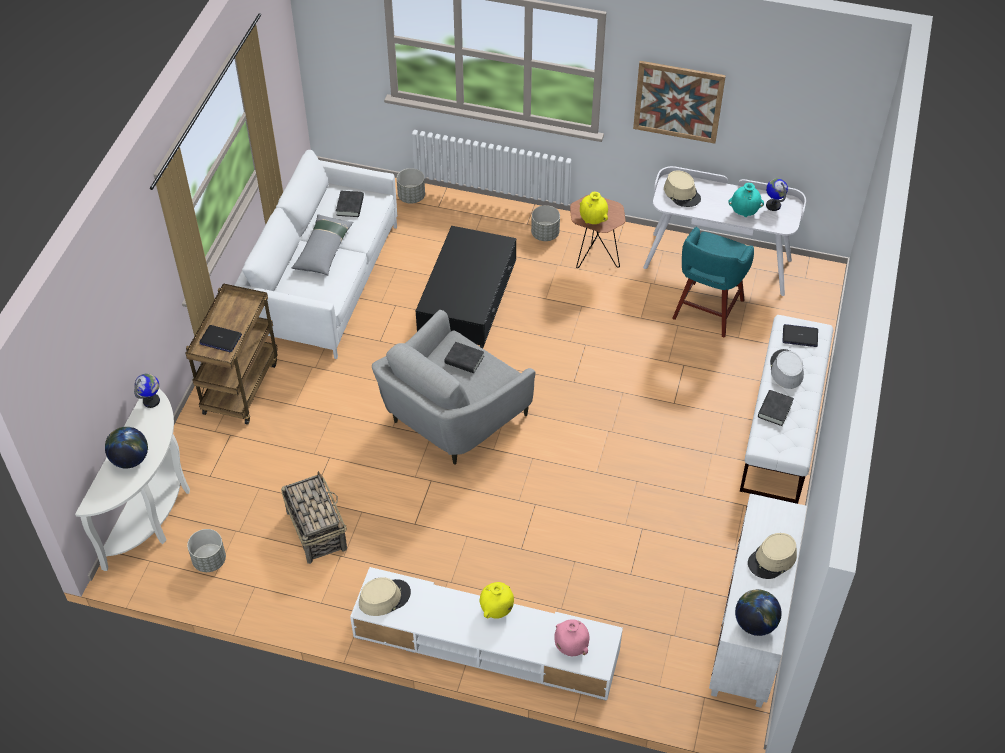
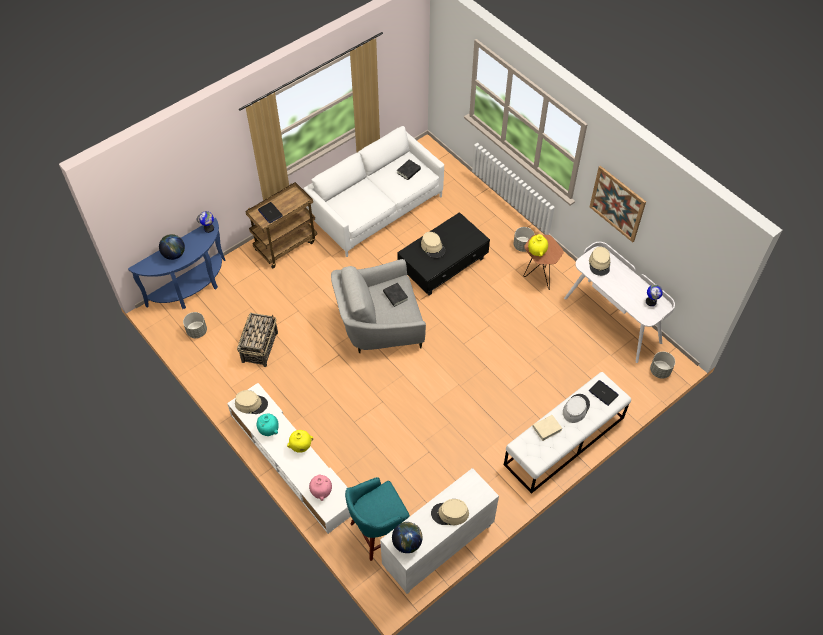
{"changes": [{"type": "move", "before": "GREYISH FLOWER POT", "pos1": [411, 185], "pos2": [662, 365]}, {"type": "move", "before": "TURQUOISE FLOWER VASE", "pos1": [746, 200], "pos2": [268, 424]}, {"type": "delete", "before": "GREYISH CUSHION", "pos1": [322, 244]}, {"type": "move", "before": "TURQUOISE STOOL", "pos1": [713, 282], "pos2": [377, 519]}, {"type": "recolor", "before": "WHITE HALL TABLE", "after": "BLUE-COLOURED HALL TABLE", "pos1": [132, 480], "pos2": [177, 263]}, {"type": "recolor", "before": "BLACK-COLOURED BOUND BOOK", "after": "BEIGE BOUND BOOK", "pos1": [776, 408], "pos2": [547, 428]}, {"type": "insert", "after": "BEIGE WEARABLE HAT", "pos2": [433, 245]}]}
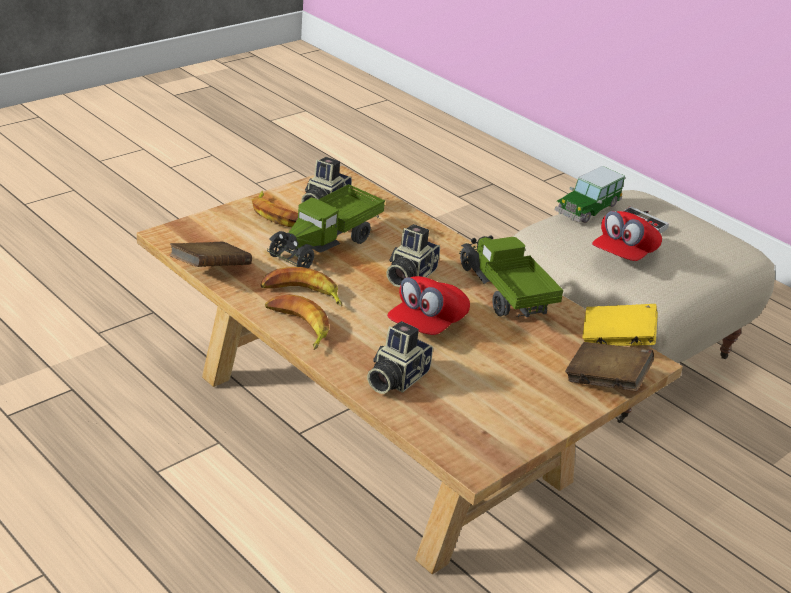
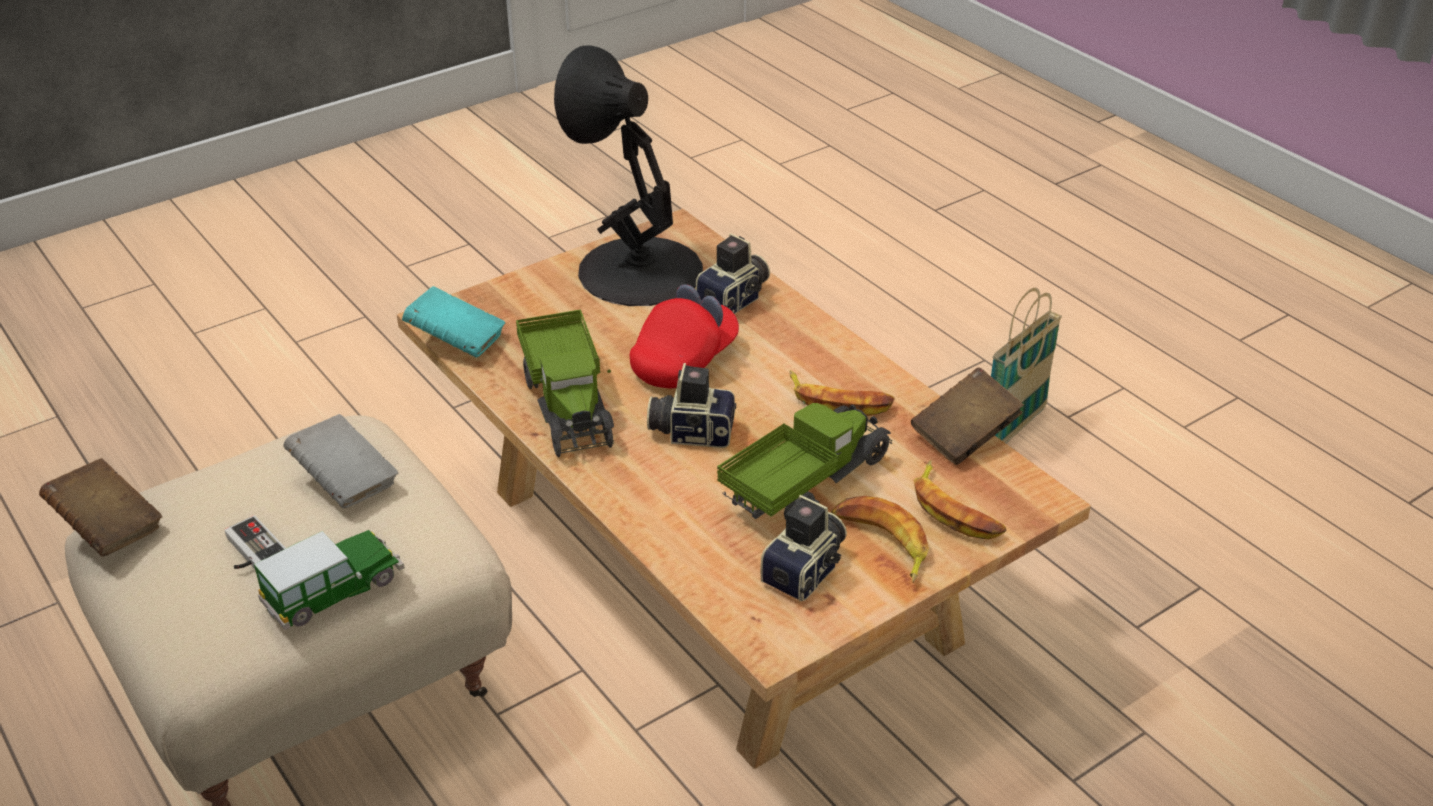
{"changes": [{"type": "replace", "before": "RED PEAKED CAP", "after": "GREYISH BOUND BOOK", "pos1": [627, 236], "pos2": [340, 461]}, {"type": "rotate", "before": "PHOTO CAMERA", "pos1": [413, 255], "pos2": [691, 405], "turn": -120}, {"type": "move", "before": "BANANA", "pos1": [297, 322], "pos2": [960, 500]}, {"type": "recolor", "before": "YELLOW-COLOURED BOUND BOOK", "after": "TURQUOISE BOUND BOOK", "pos1": [620, 325], "pos2": [453, 322]}, {"type": "move", "before": "BROWN BOUND BOOK", "pos1": [609, 366], "pos2": [100, 507]}, {"type": "insert", "after": "BLACK-COLOURED TABLE LAMP", "pos2": [628, 175]}, {"type": "insert", "after": "HOUSEHOLD BASKET", "pos2": [1026, 365]}]}
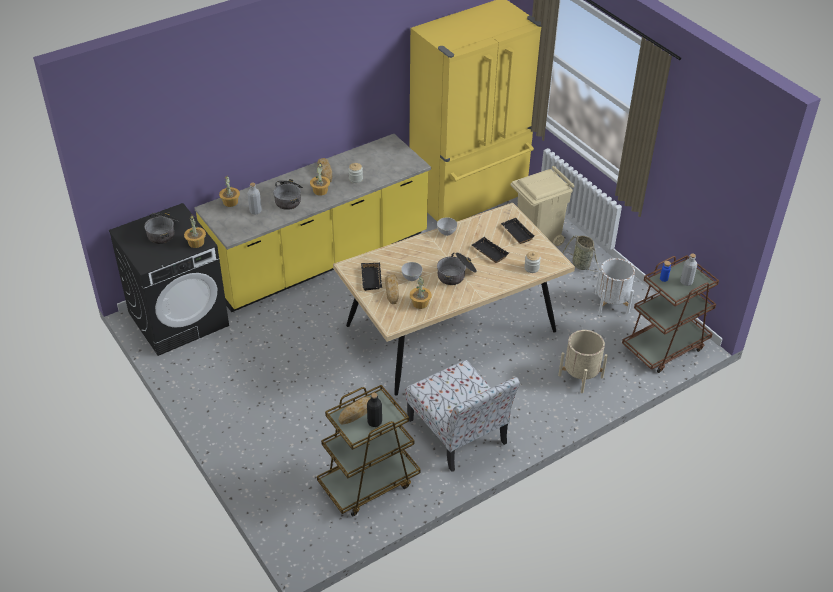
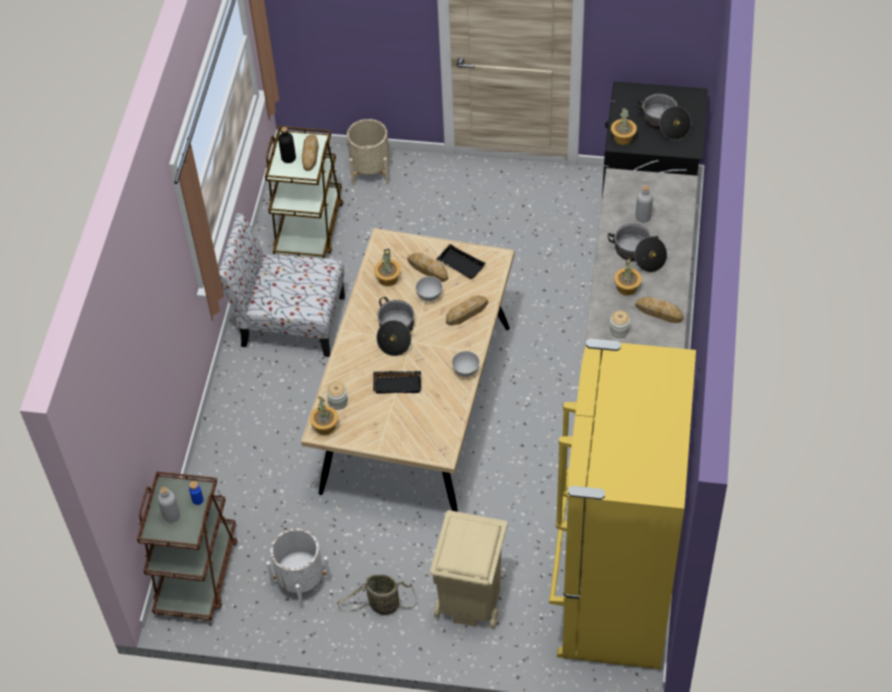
{"changes": [{"type": "move", "before": "HOUSEPLANT", "pos1": [229, 191], "pos2": [324, 416]}, {"type": "delete", "before": "BLACK-COLOURED CARRYING TRAY", "pos1": [518, 231]}, {"type": "move", "before": "BEIGE FLOWER POT", "pos1": [583, 361], "pos2": [368, 152]}, {"type": "insert", "after": "BAKERY BREAD", "pos2": [467, 310]}]}
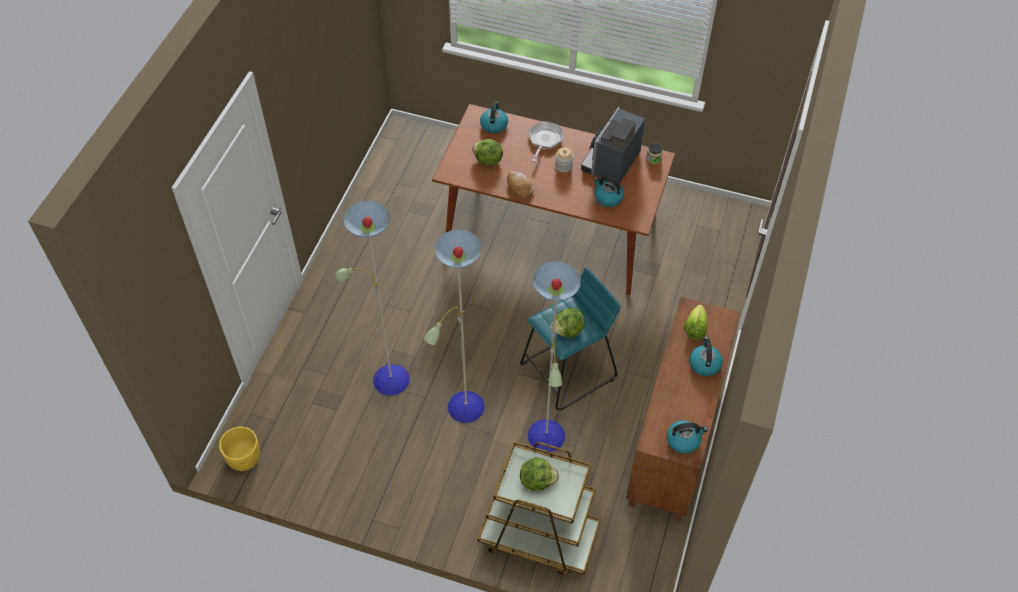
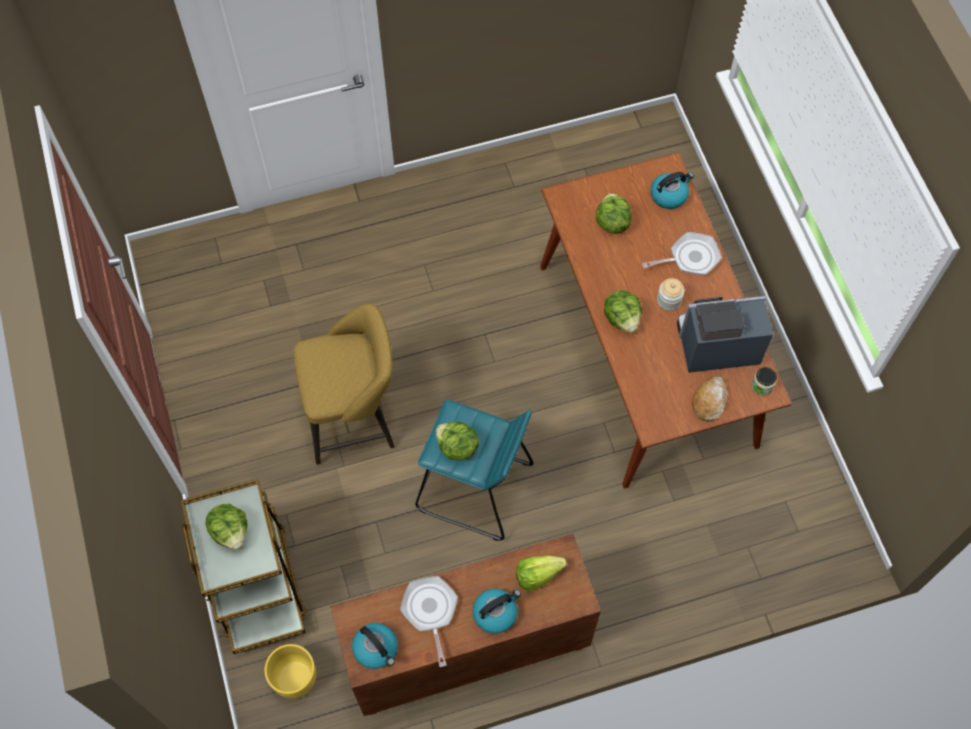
{"changes": [{"type": "move", "before": "BAKERY BREAD", "pos1": [520, 184], "pos2": [709, 399]}, {"type": "delete", "before": "KETTLE", "pos1": [608, 192]}, {"type": "replace", "before": "STANDING LAMP", "after": "YELLOW-COLOURED STOOL", "pos1": [458, 326], "pos2": [344, 384]}, {"type": "move", "before": "YELLOW-COLOURED FLOWER POT", "pos1": [239, 449], "pos2": [290, 671]}, {"type": "insert", "after": "LETTUCE HEAD", "pos2": [623, 311]}, {"type": "insert", "after": "FRYING PAN", "pos2": [429, 621]}]}
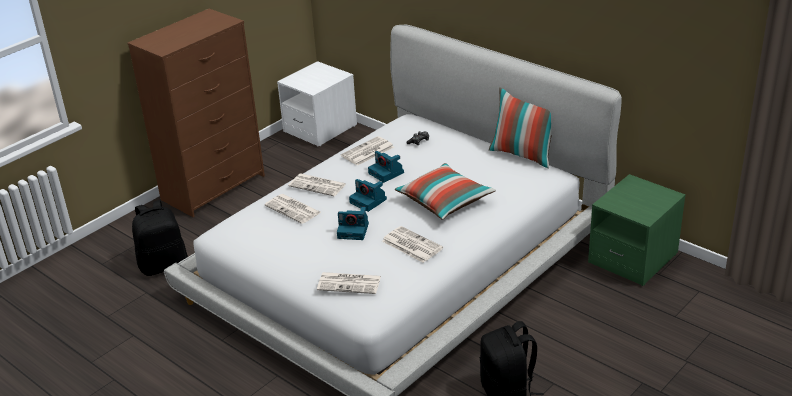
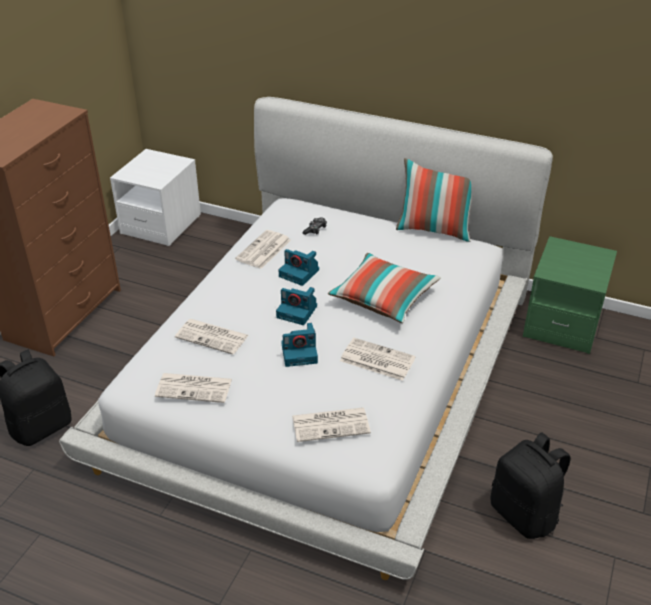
{"changes": [{"type": "move", "before": "DAILY PAPER", "pos1": [317, 184], "pos2": [193, 388]}]}
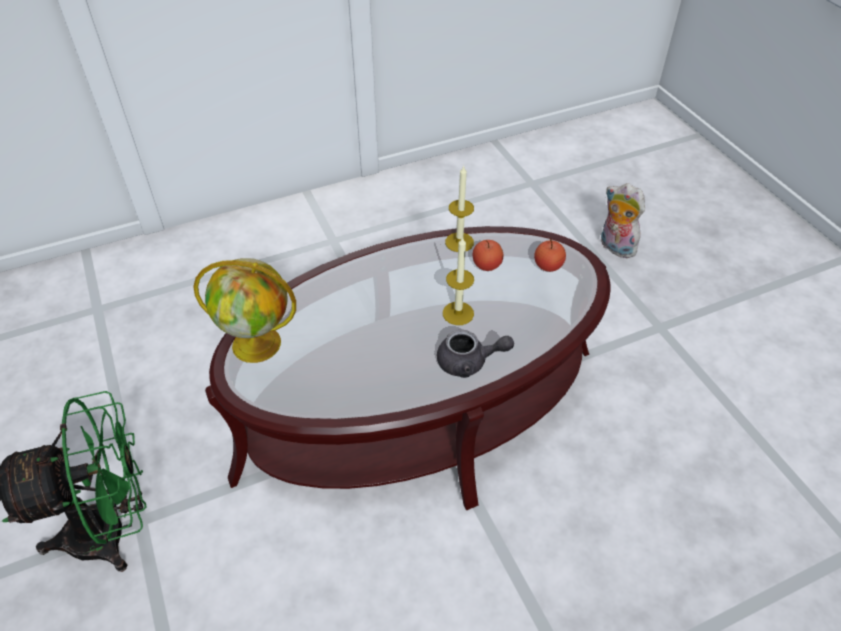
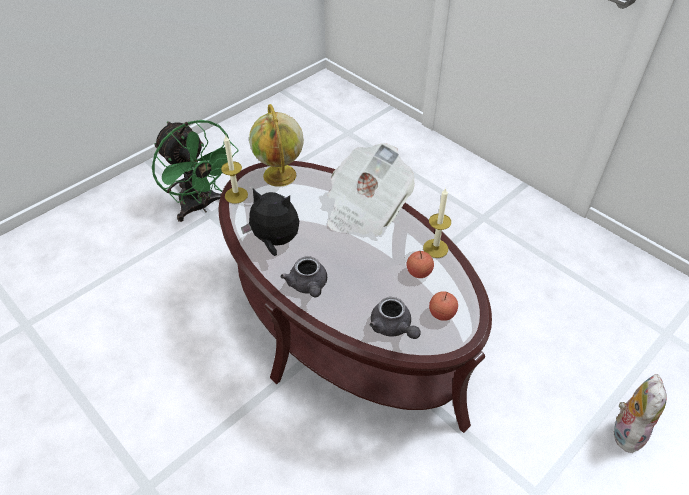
{"changes": [{"type": "move", "before": "WAX LIGHT", "pos1": [458, 280], "pos2": [234, 168]}, {"type": "insert", "after": "DAILY PAPER", "pos2": [371, 189]}, {"type": "insert", "after": "SOFT TOY", "pos2": [270, 222]}, {"type": "insert", "after": "GREYISH TEAPOT", "pos2": [395, 318]}]}
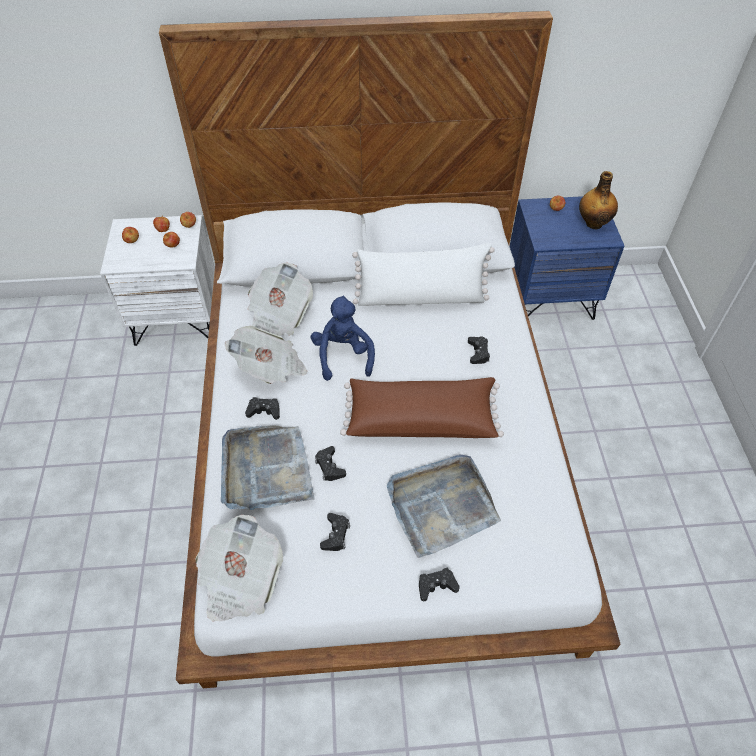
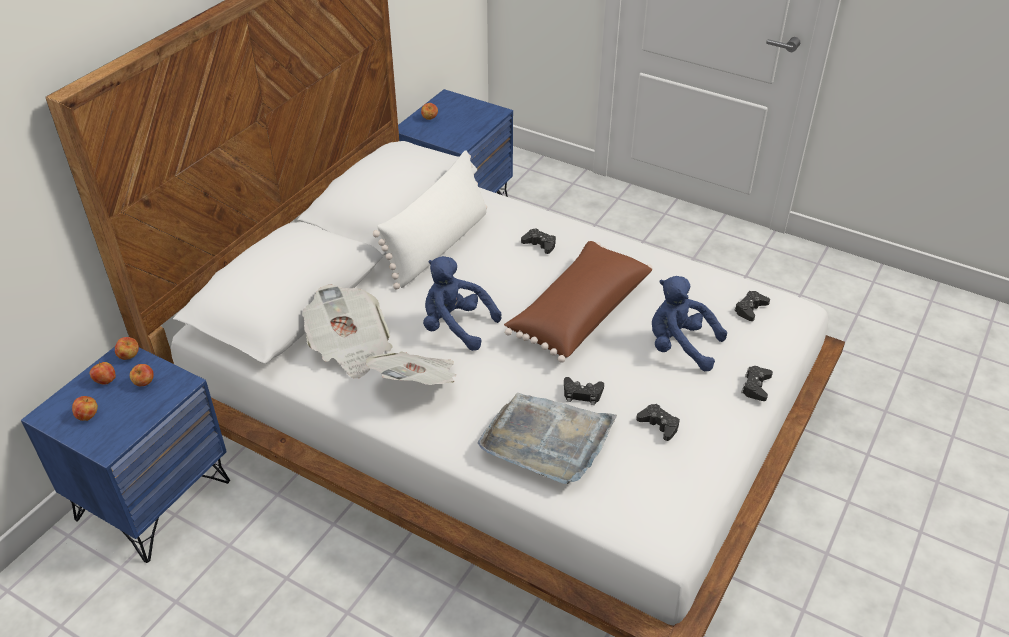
{"changes": [{"type": "delete", "before": "DRINK BOTTLE", "pos1": [598, 200]}, {"type": "recolor", "before": "WHITE BEDSIDE TABLE", "after": "BLUE-COLOURED BEDSIDE TABLE", "pos1": [157, 280], "pos2": [125, 455]}, {"type": "move", "before": "BLACK-COLOURED GAMEPAD", "pos1": [262, 408], "pos2": [752, 306]}, {"type": "replace", "before": "GREYISH CARRYING TRAY", "after": "BLUE-COLOURED SOFT TOY", "pos1": [444, 506], "pos2": [689, 323]}, {"type": "delete", "before": "DAILY PAPER", "pos1": [239, 568]}]}
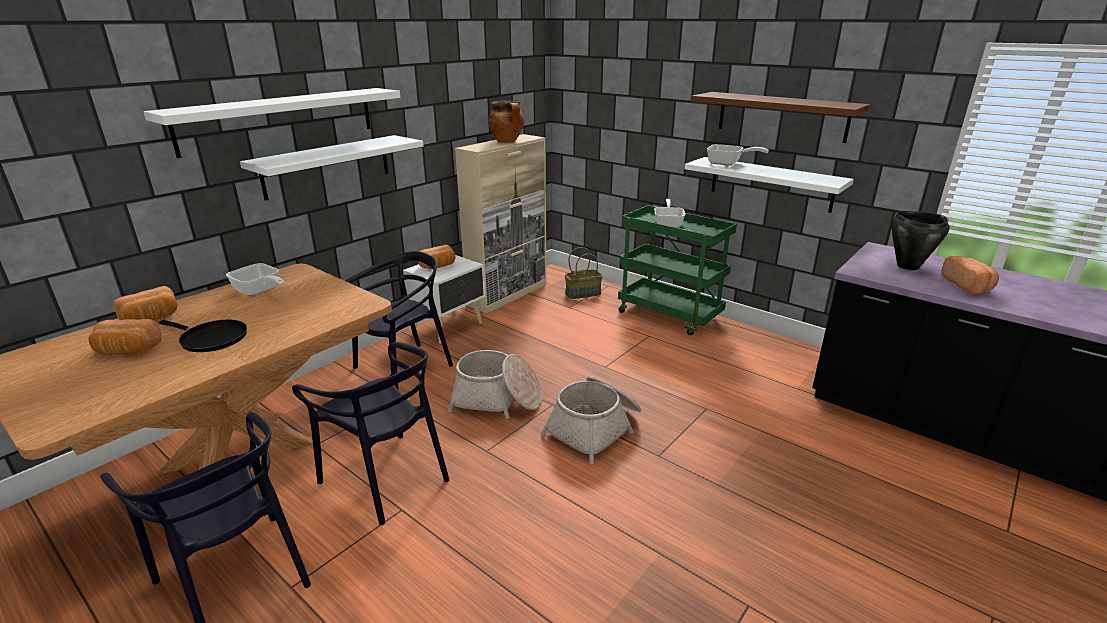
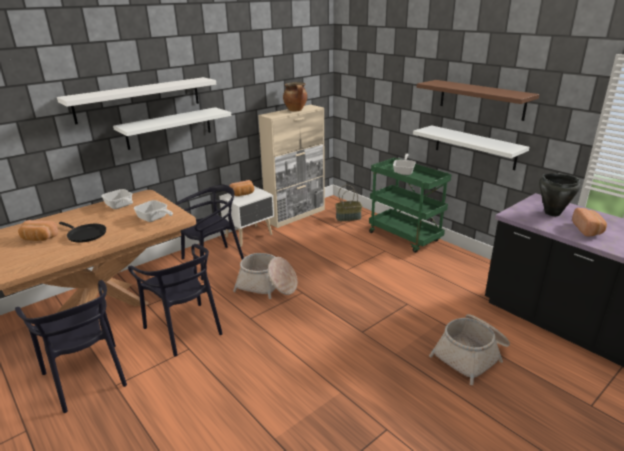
{"changes": [{"type": "move", "before": "FRYING PAN", "pos1": [738, 155], "pos2": [153, 211]}, {"type": "delete", "before": "BAKERY BREAD", "pos1": [145, 303]}, {"type": "move", "before": "HOUSEHOLD BASKET", "pos1": [591, 420], "pos2": [469, 349]}]}
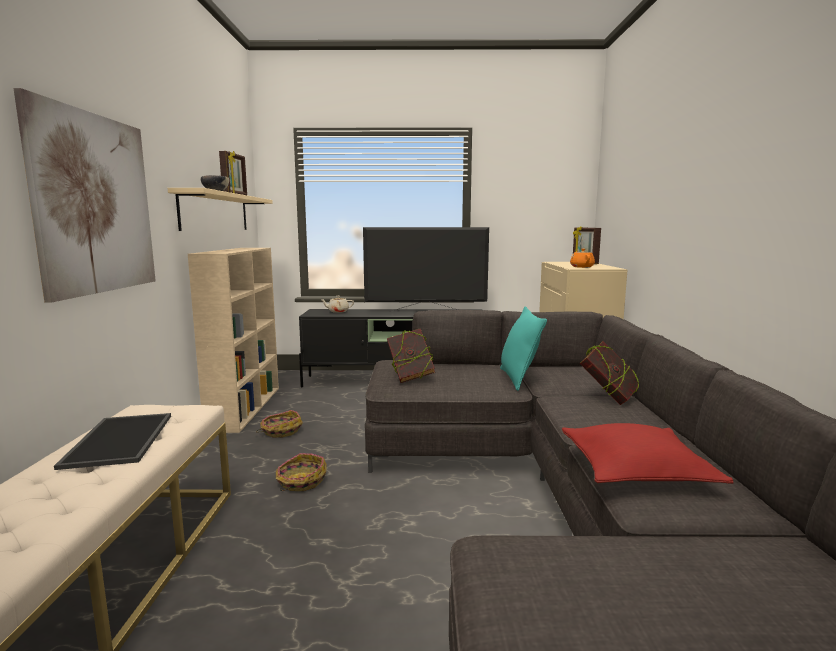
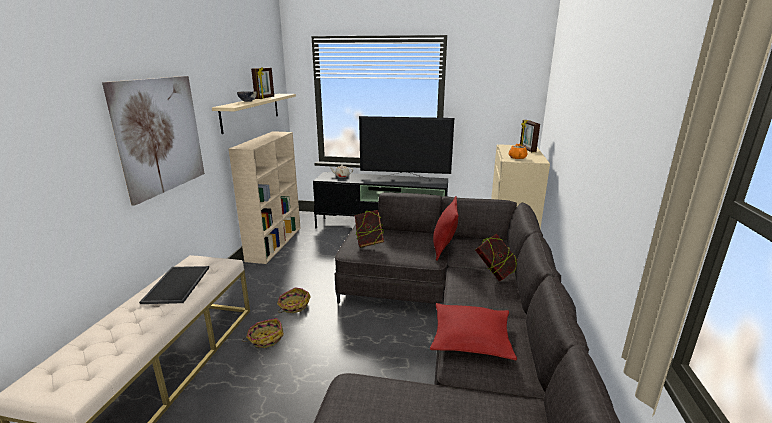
{"changes": [{"type": "recolor", "before": "TURQUOISE CUSHION", "after": "RED CUSHION", "pos1": [523, 348], "pos2": [446, 228]}, {"type": "move", "before": "HOUSEHOLD BASKET", "pos1": [279, 423], "pos2": [263, 333]}]}
